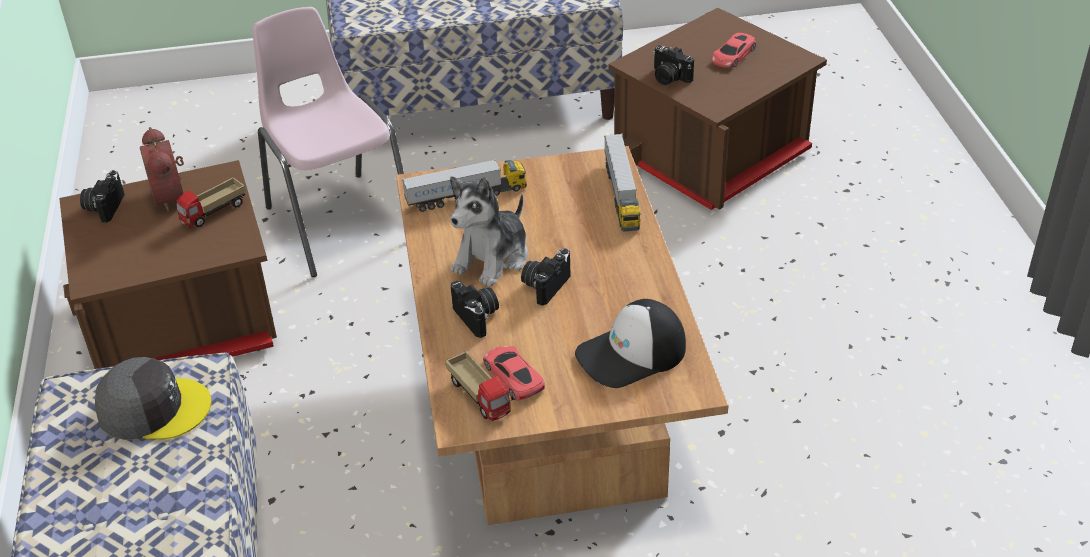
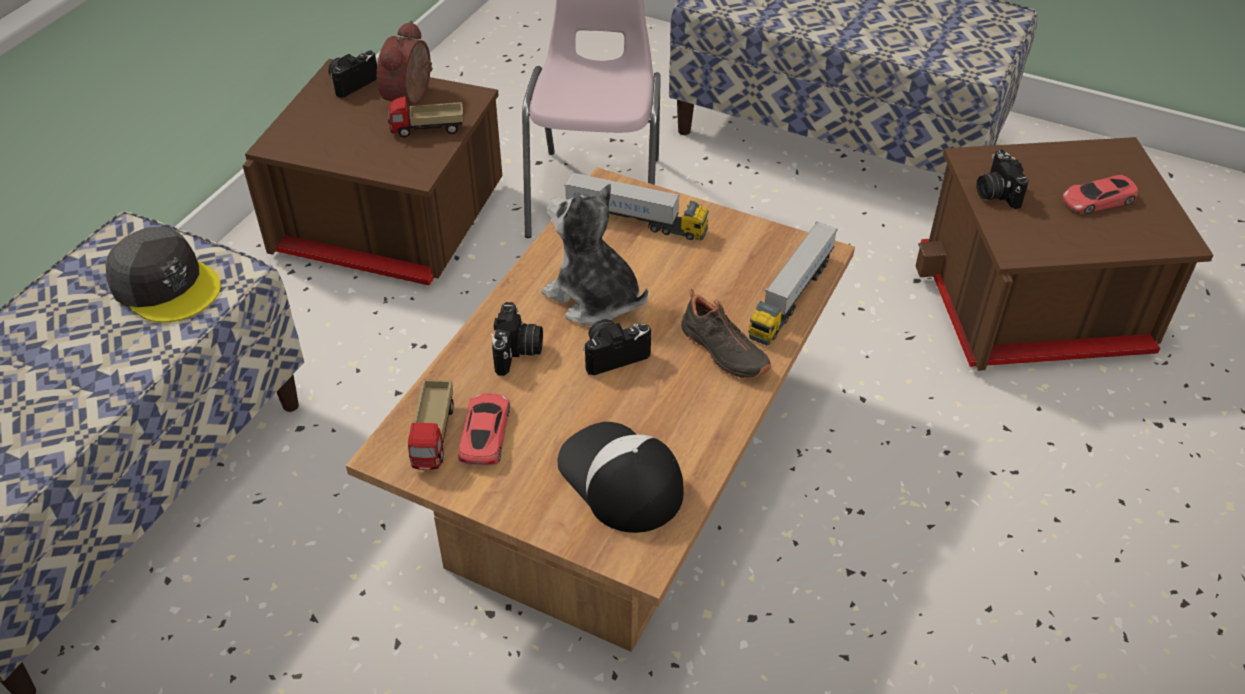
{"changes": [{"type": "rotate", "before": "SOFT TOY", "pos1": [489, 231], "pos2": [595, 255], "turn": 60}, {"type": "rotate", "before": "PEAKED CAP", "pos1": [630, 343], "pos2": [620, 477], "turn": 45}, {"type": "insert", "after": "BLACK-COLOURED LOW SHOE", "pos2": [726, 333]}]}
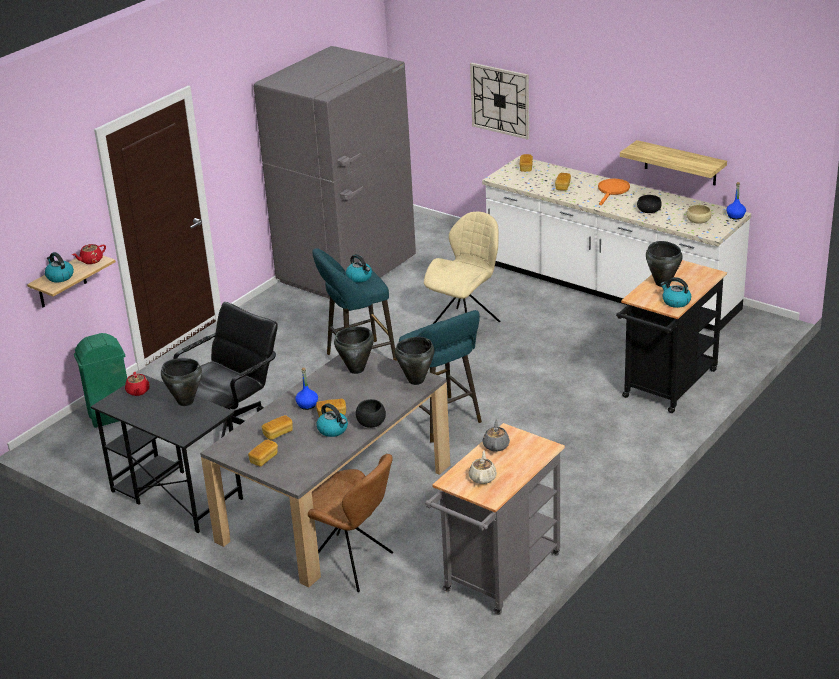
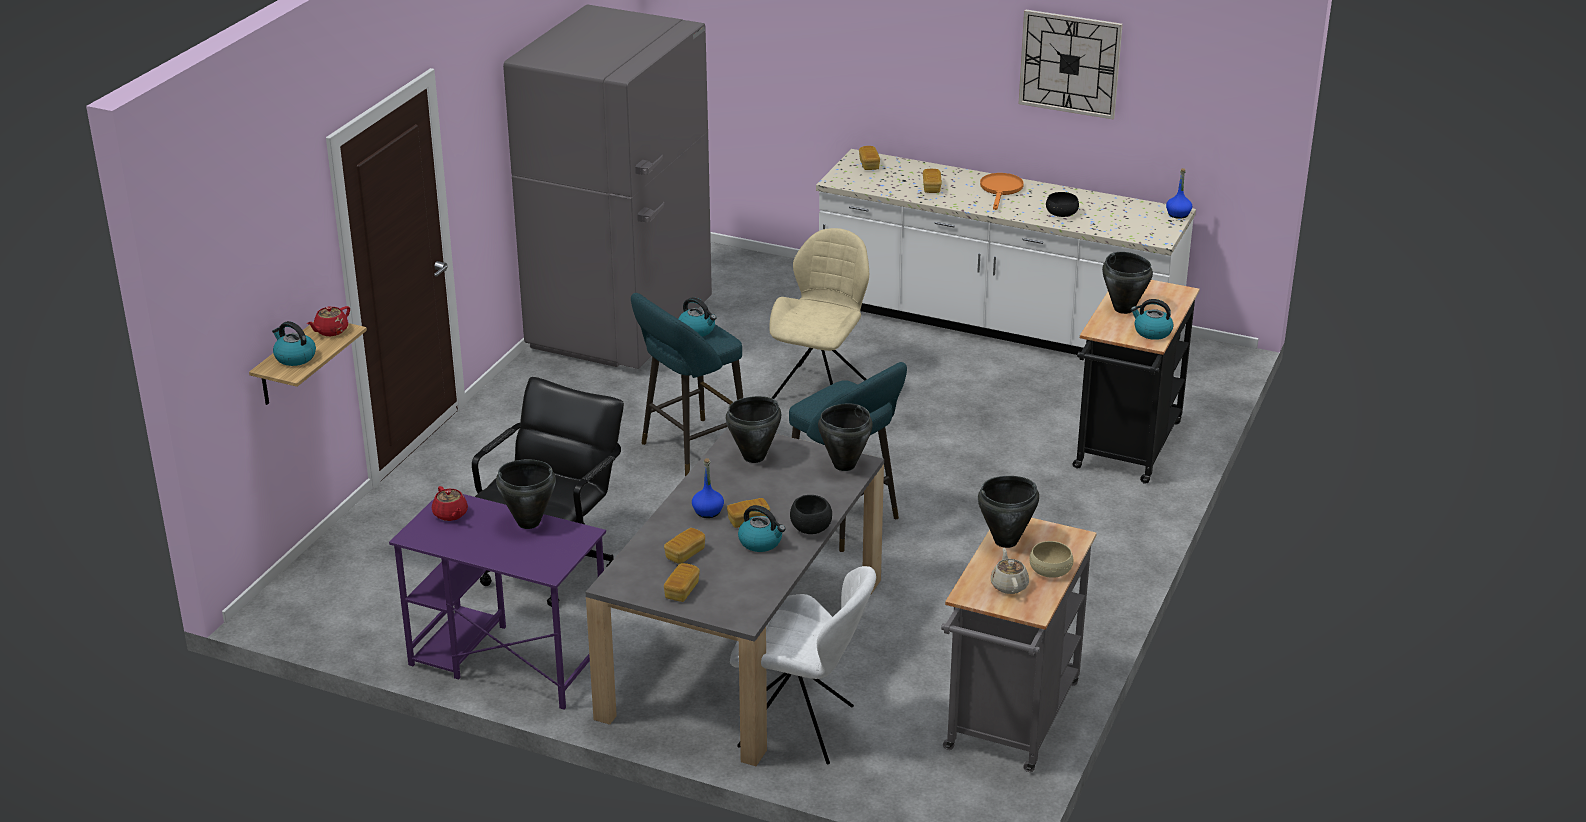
{"changes": [{"type": "move", "before": "HANGING CLOCK", "pos1": [499, 101], "pos2": [1071, 64]}, {"type": "delete", "before": "WALL SHELF", "pos1": [673, 162]}, {"type": "move", "before": "BEIGE DEEP DISH", "pos1": [699, 214], "pos2": [1051, 559]}, {"type": "delete", "before": "GREEN RUBBISH BIN", "pos1": [100, 380]}, {"type": "recolor", "before": "BLACK-COLOURED DESK", "after": "PURPLE DESK", "pos1": [167, 453], "pos2": [497, 602]}, {"type": "replace", "before": "GREYISH TEAPOT", "after": "BLACK-COLOURED SAUCEPOT", "pos1": [496, 435], "pos2": [1008, 512]}, {"type": "recolor", "before": "BROWN UPRIGHT CHAIR", "after": "WHITE UPRIGHT CHAIR", "pos1": [350, 523], "pos2": [803, 665]}]}
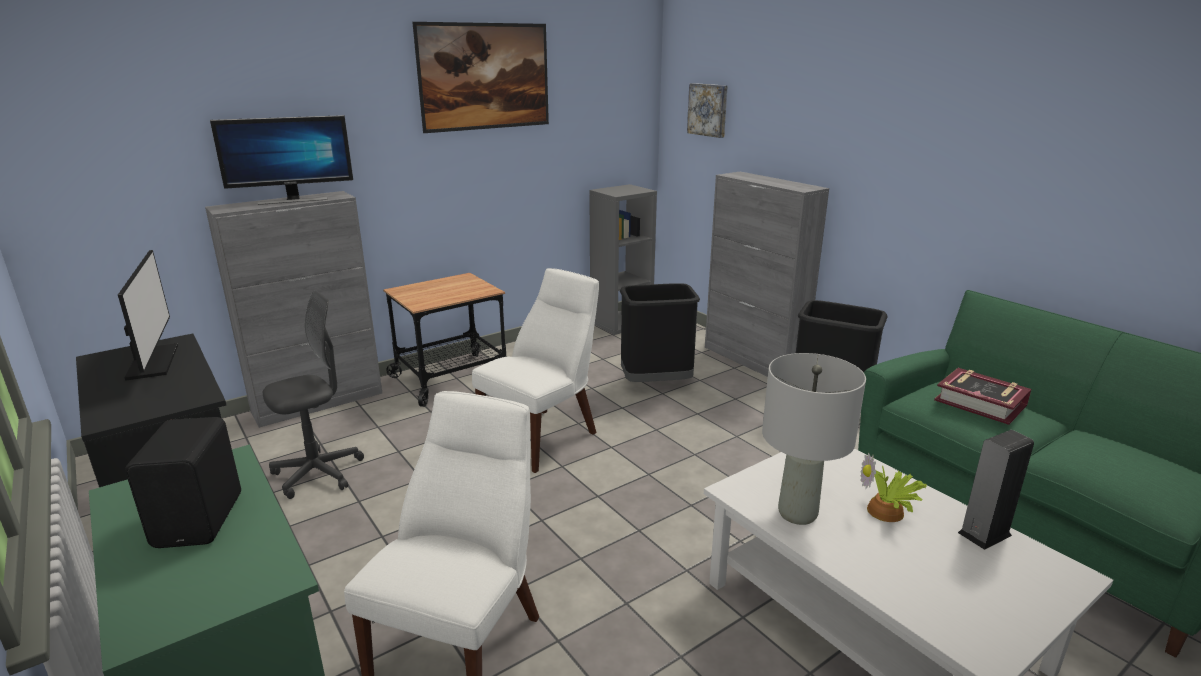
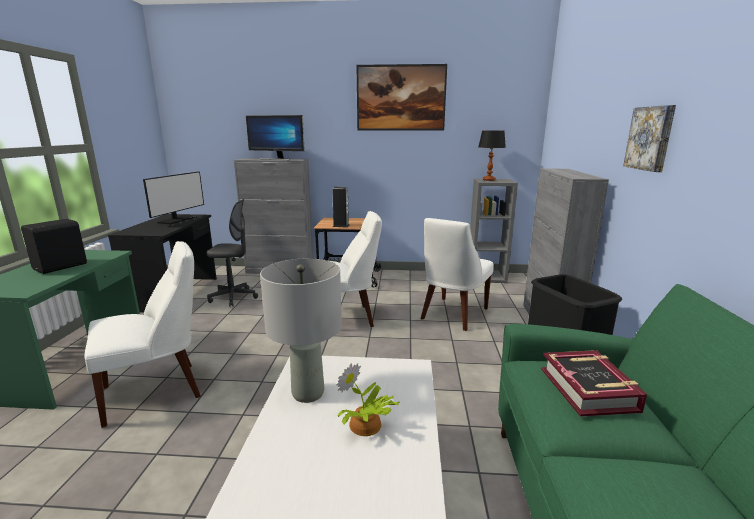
{"changes": [{"type": "move", "before": "WALL PICTURE", "pos1": [707, 110], "pos2": [649, 138]}, {"type": "replace", "before": "BLACK-COLOURED RUBBISH BIN", "after": "WHITE UPRIGHT CHAIR", "pos1": [660, 332], "pos2": [457, 274]}, {"type": "move", "before": "LOUDSPEAKER", "pos1": [996, 490], "pos2": [341, 207]}, {"type": "insert", "after": "TABLE LAMP", "pos2": [492, 155]}]}
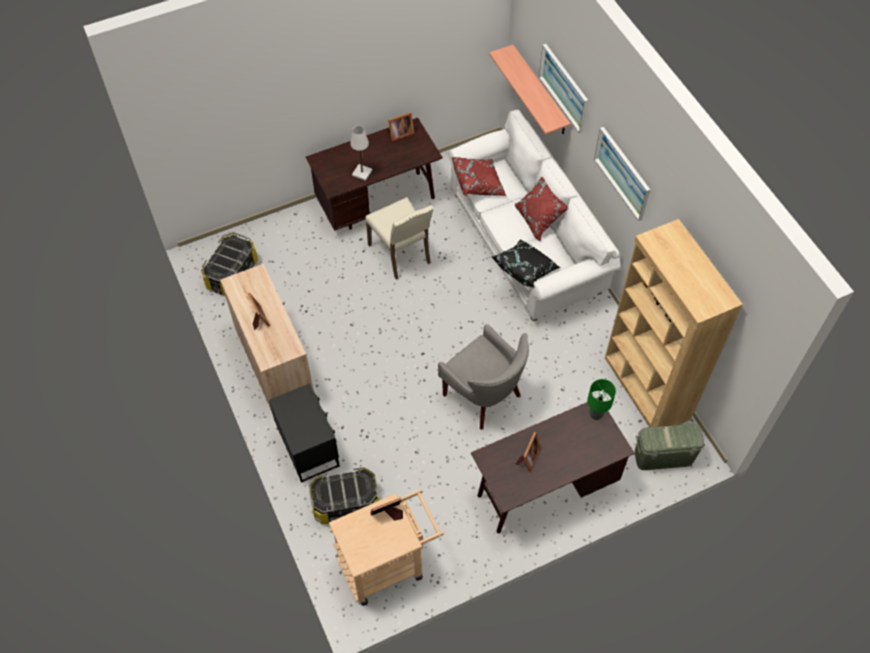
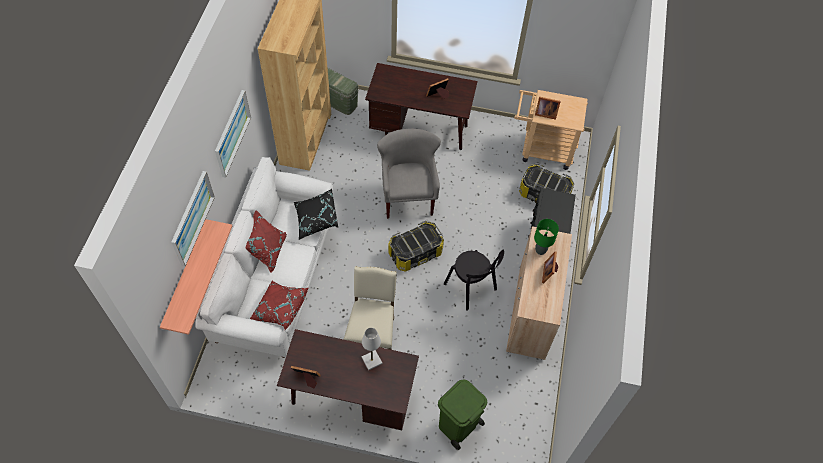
{"changes": [{"type": "move", "before": "STORAGE BIN", "pos1": [229, 264], "pos2": [416, 246]}, {"type": "move", "before": "GREEN TABLE LAMP", "pos1": [601, 399], "pos2": [546, 237]}, {"type": "insert", "after": "BLACK-COLOURED UPRIGHT CHAIR", "pos2": [474, 280]}, {"type": "insert", "after": "GREEN RUBBISH BIN", "pos2": [462, 414]}]}
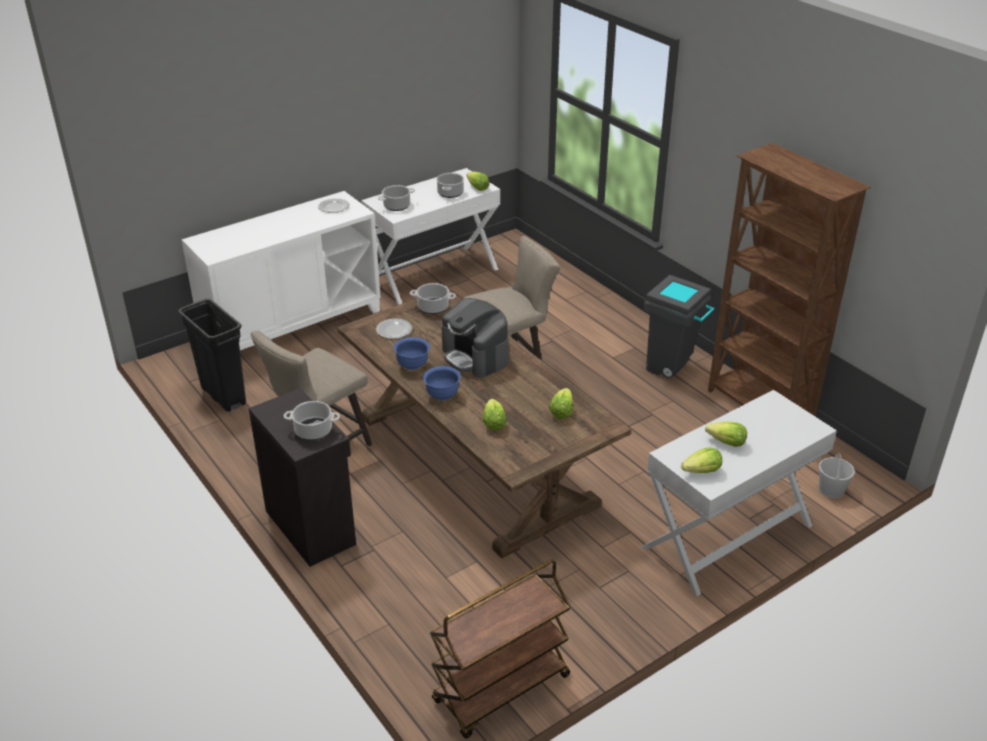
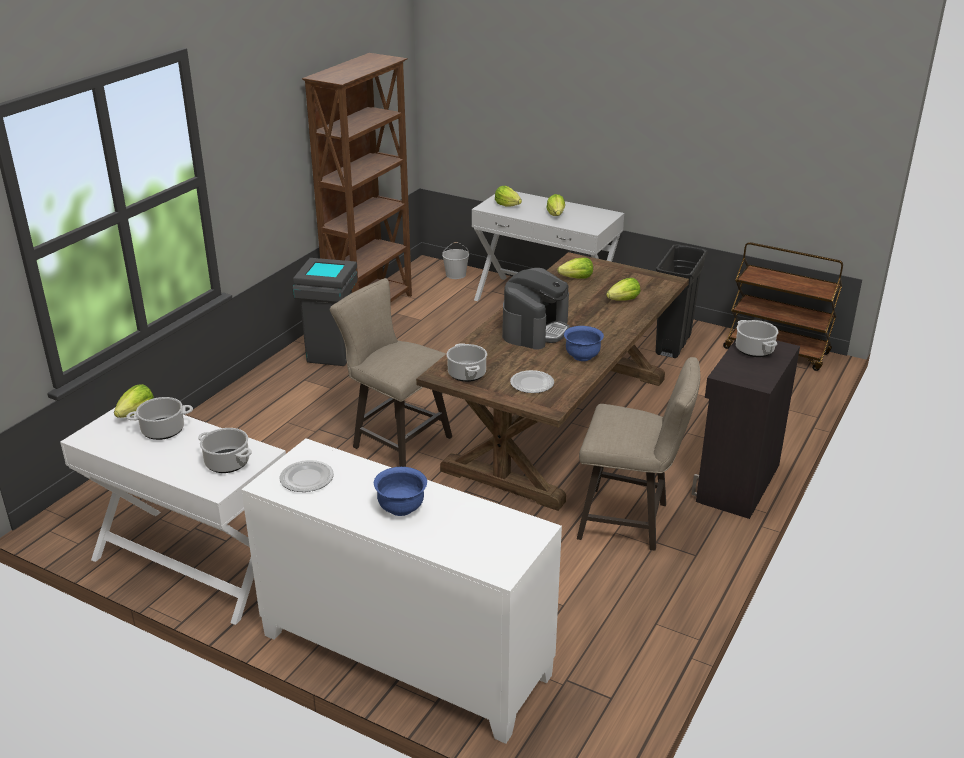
{"changes": [{"type": "move", "before": "BLACK-COLOURED RUBBISH BIN", "pos1": [212, 355], "pos2": [682, 301]}, {"type": "move", "before": "BLUE-COLOURED DEEP DISH", "pos1": [442, 383], "pos2": [400, 491]}, {"type": "move", "before": "LETTUCE HEAD", "pos1": [701, 460], "pos2": [508, 196]}]}
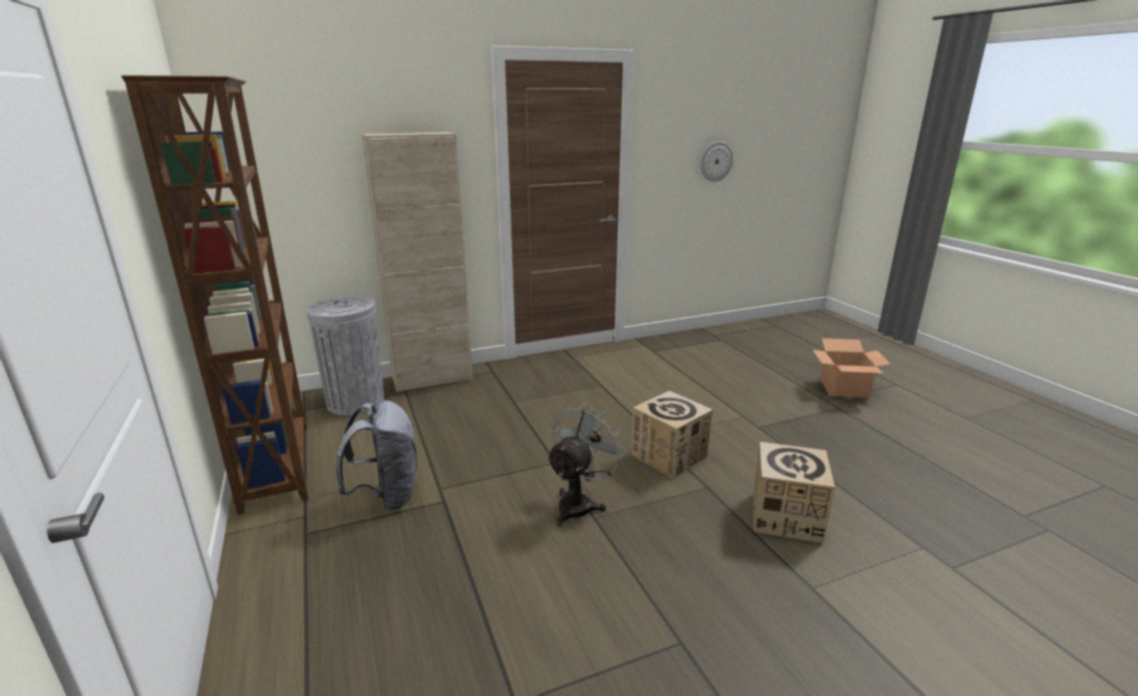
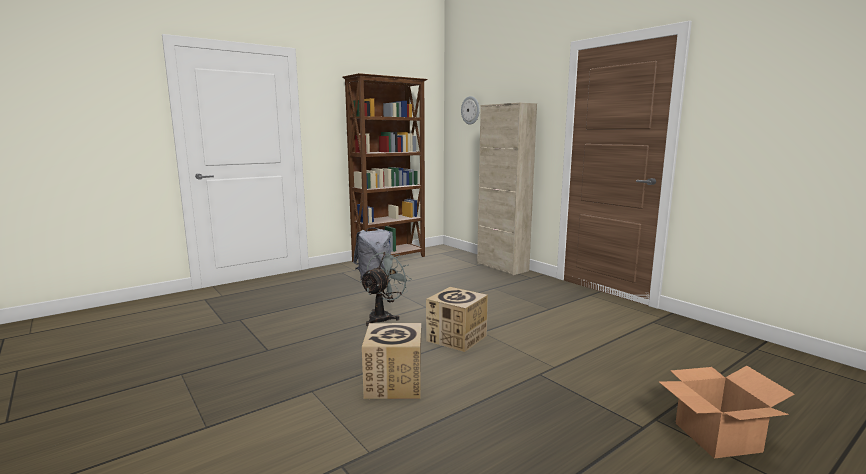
{"changes": [{"type": "move", "before": "HANGING CLOCK", "pos1": [716, 161], "pos2": [470, 110]}, {"type": "delete", "before": "GREYISH RUBBISH BIN", "pos1": [345, 355]}, {"type": "rotate", "before": "GREYISH FAN", "pos1": [586, 464], "pos2": [386, 288], "turn": -75}]}
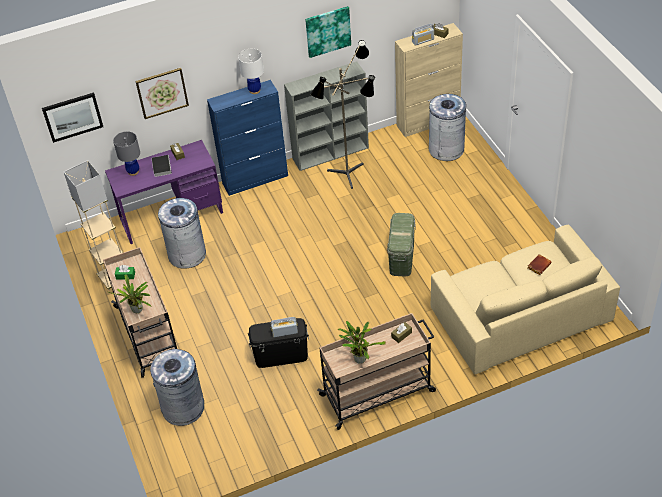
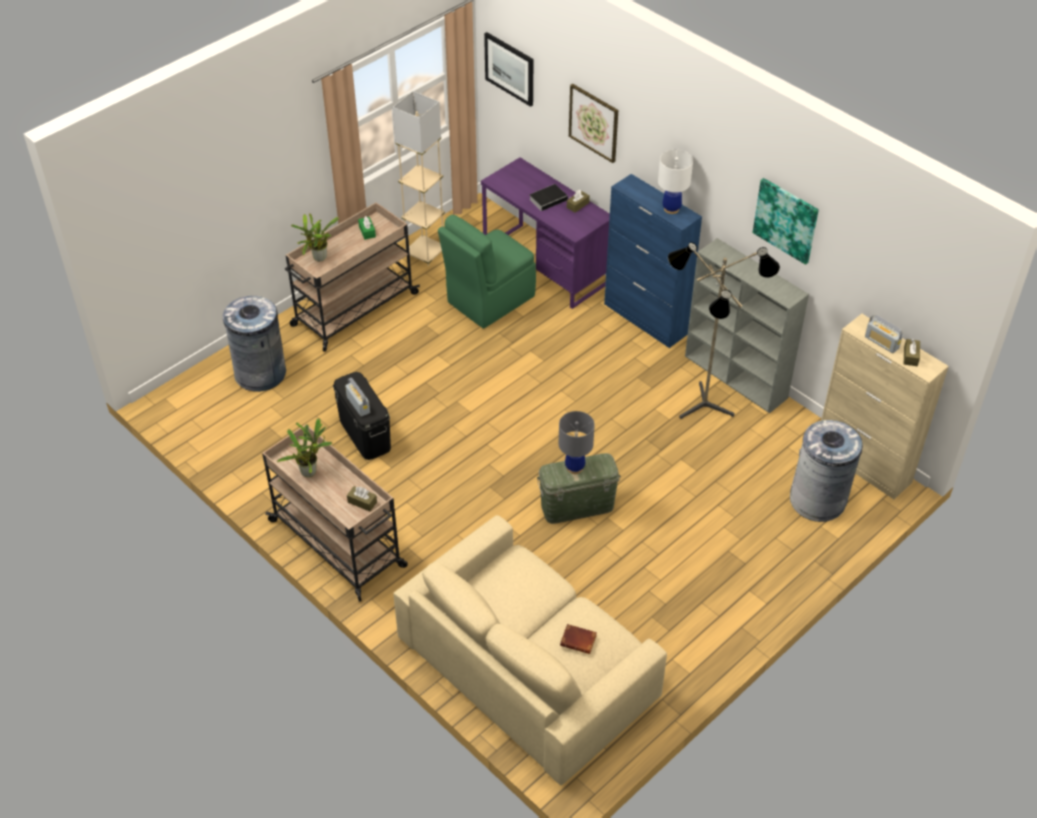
{"changes": [{"type": "move", "before": "GREYISH TABLE LAMP", "pos1": [126, 154], "pos2": [577, 442]}, {"type": "replace", "before": "GREYISH RUBBISH BIN", "after": "GREEN UPRIGHT CHAIR", "pos1": [182, 233], "pos2": [487, 272]}]}
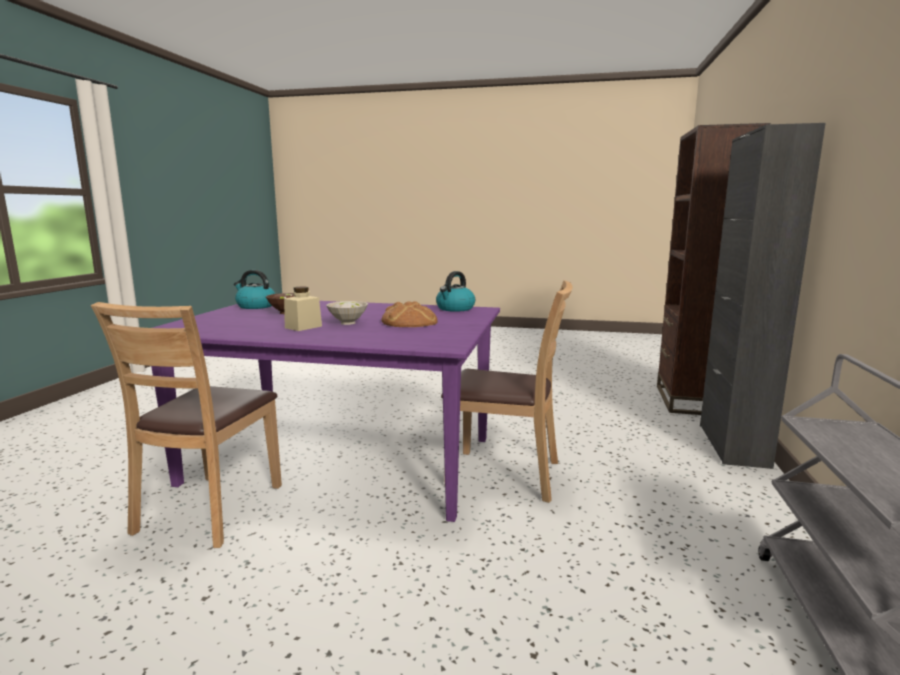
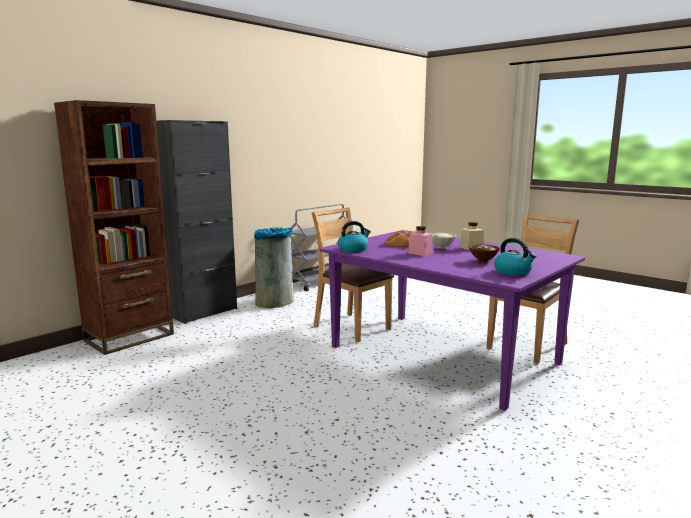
{"changes": [{"type": "insert", "after": "PINKISH PRESERVE JAR", "pos2": [420, 241]}, {"type": "insert", "after": "GREYISH RUBBISH BIN", "pos2": [274, 267]}]}
